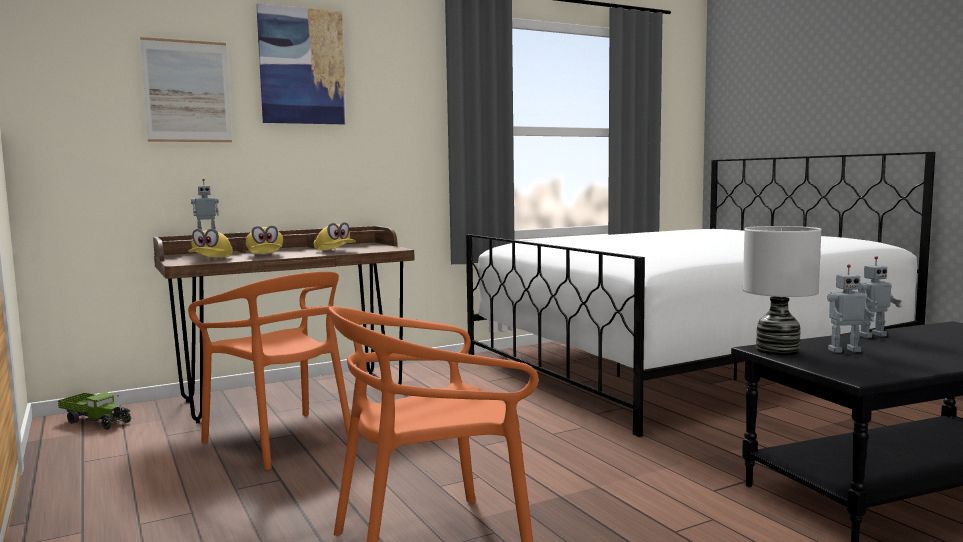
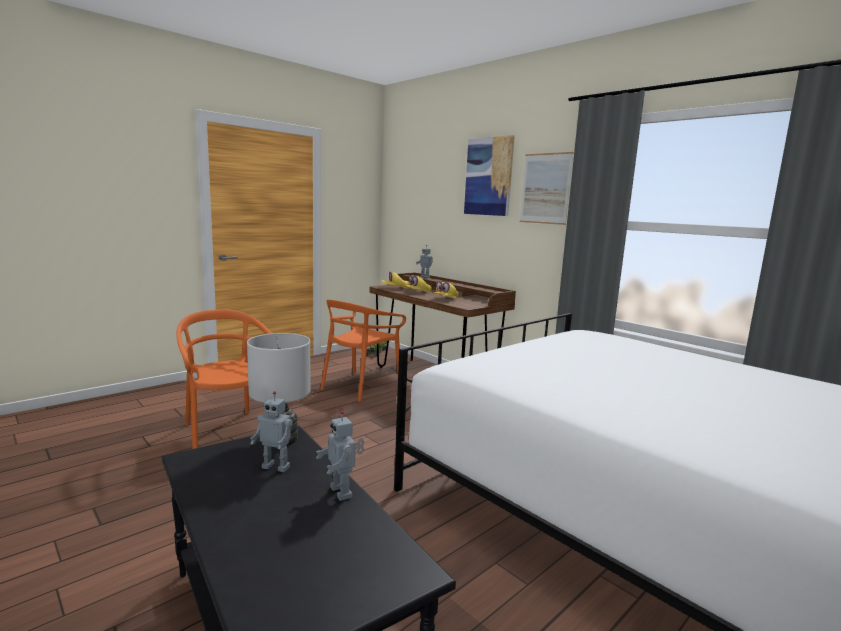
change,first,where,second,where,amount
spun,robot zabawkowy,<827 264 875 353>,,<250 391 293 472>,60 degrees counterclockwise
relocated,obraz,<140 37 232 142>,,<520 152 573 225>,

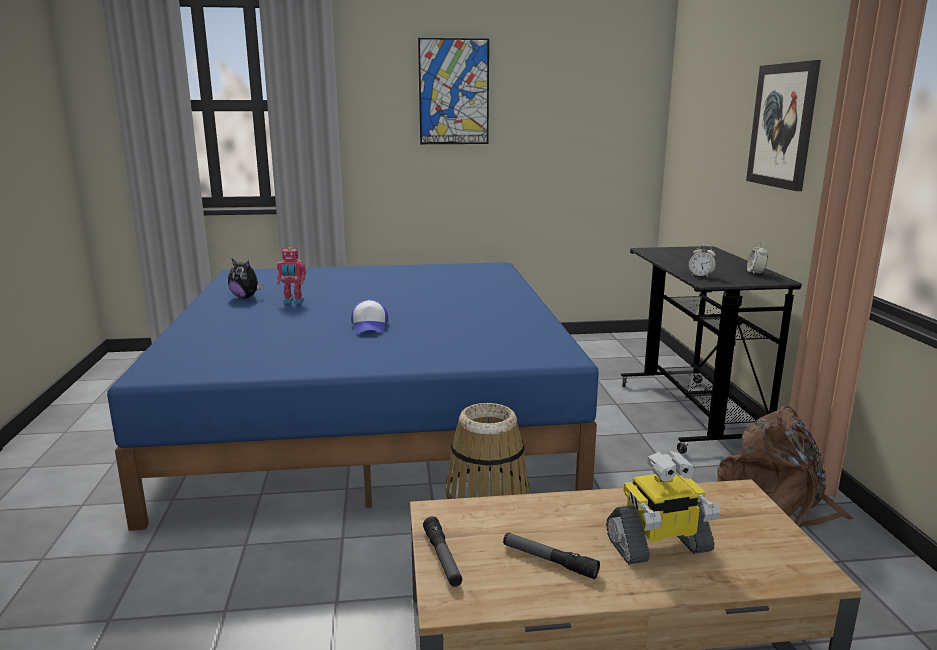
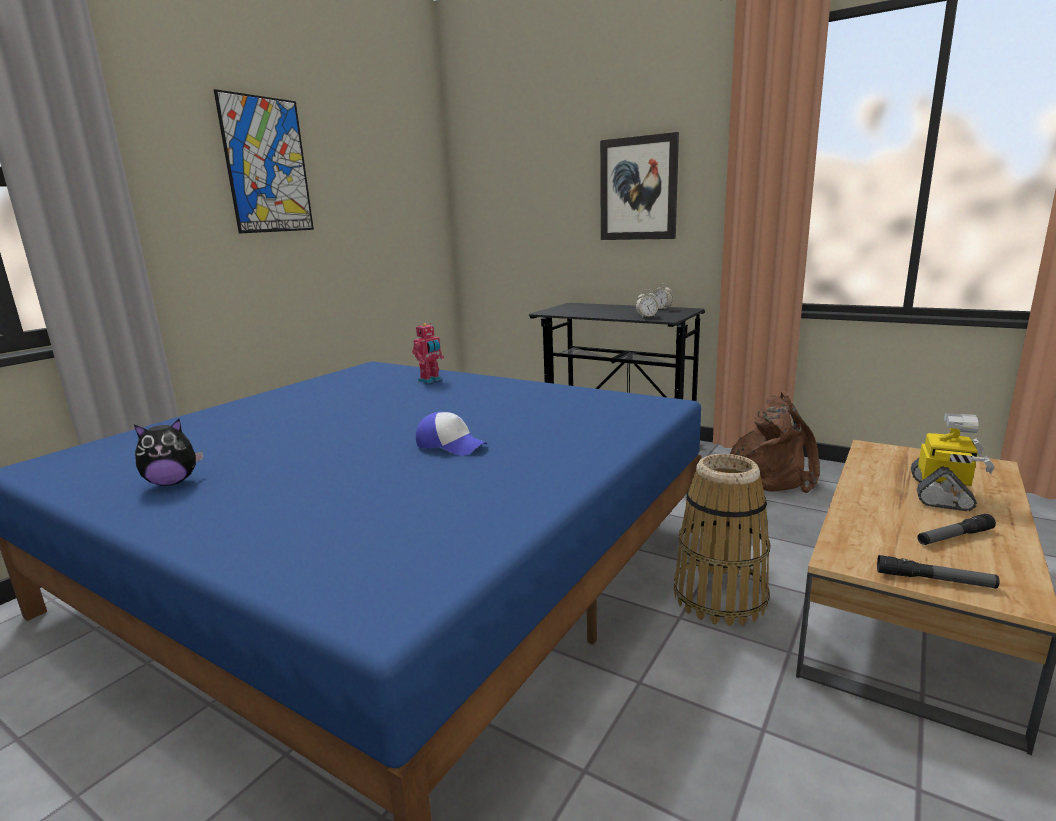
change,first,where,second,where,amount
relocated,robot zabawkowy,<277 247 306 304>,,<412 323 444 383>,

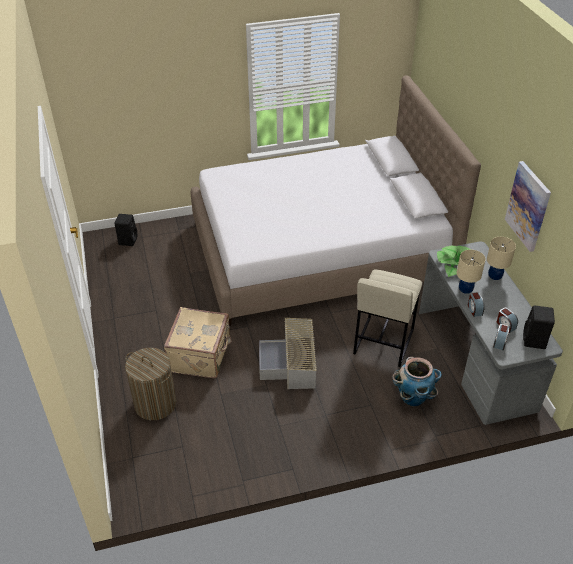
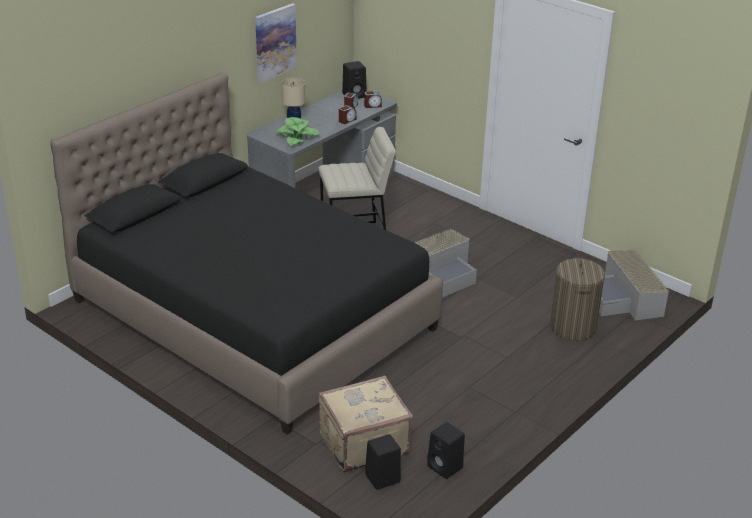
change,first,where,second,where,amount
colour,łóżko [biały],<190 75 481 326>,łóżko [czarny],<50 72 443 435>,
relocated,walizka [beżowy],<164 307 232 378>,,<318 375 413 472>,
appeared,,,głośnik [czarny],<427 422 465 479>,
appeared,,,pojemnik do przechowywania [szary],<599 250 669 321>,
missing,donica,<392 357 442 406>,,,
missing,lampa stołowa [beżowy],<457 250 486 294>,,,

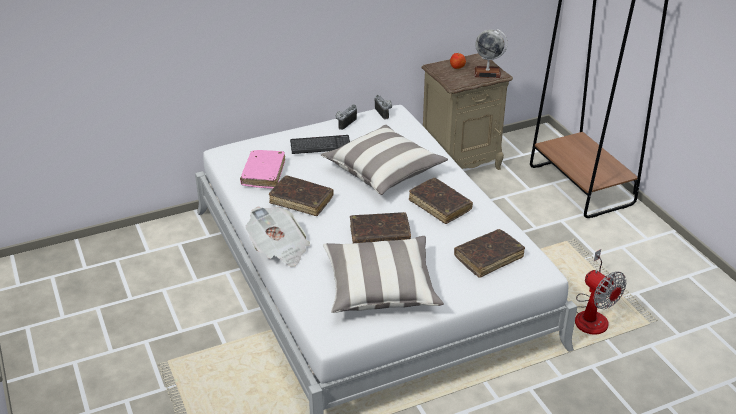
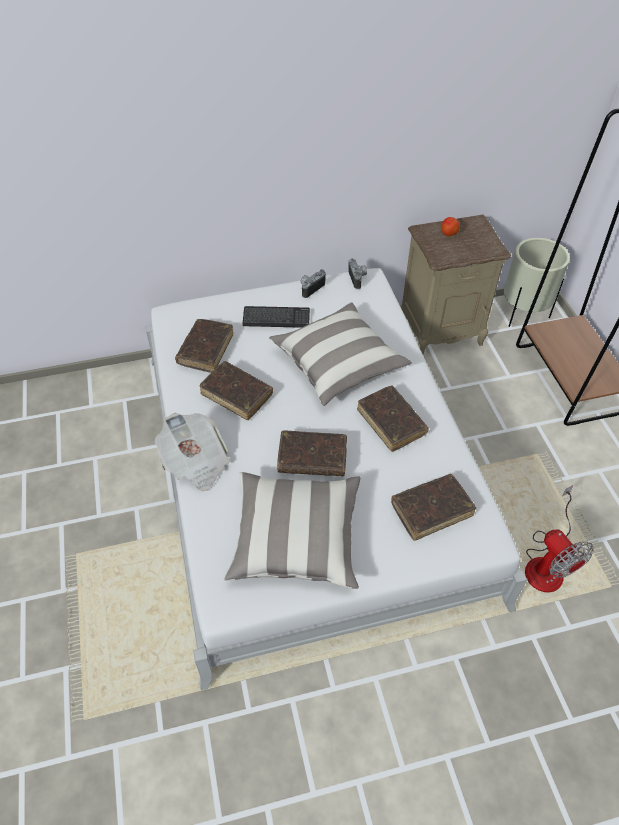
change,first,where,second,where,amount
colour,książka [różowy],<240 150 285 189>,książka [brązowy],<175 319 233 373>,
appeared,,,donica [beżowy],<504 238 570 327>,
missing,globus,<474 29 507 78>,,,

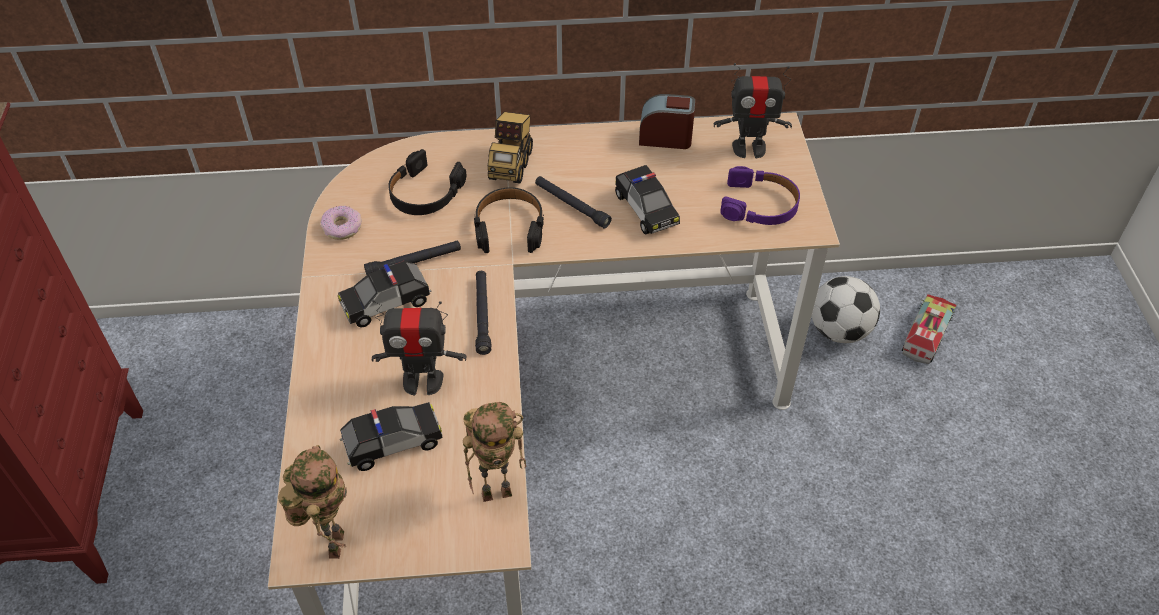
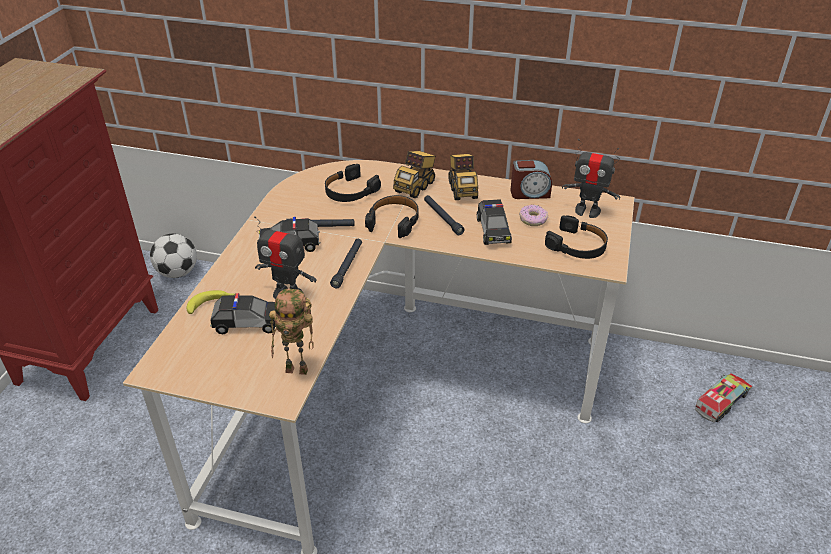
change,first,where,second,where,amount
relocated,piłka futbolowa,<812 276 880 343>,,<150 233 197 278>,
appeared,,,banan,<187 290 235 314>,
appeared,,,ciężarówka zabawkowa,<448 154 478 200>,
spun,budzik,<639 94 696 149>,,<510 160 552 199>,150 degrees clockwise
relocated,donut,<320 206 362 240>,,<519 205 548 226>,
colour,słuchawki [fioletowy],<720 166 800 225>,słuchawki [czarny],<545 215 608 259>,
missing,robot zabawkowy,<278 445 347 559>,,,

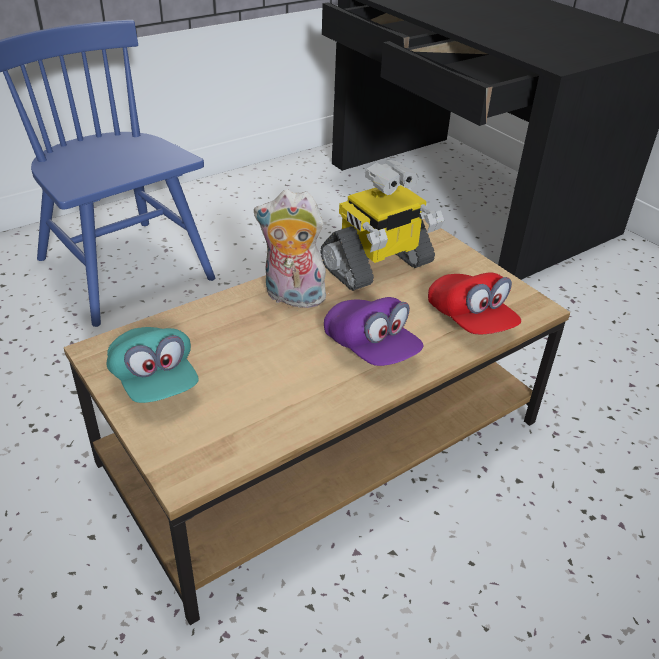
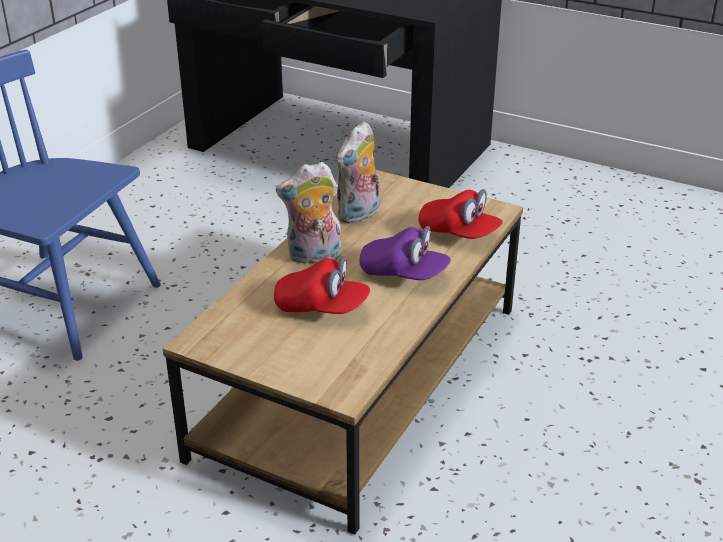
change,first,where,second,where,amount
appeared,,,czapka z daszkiem [czerwony],<274 256 370 314>,
exchanged,robot zabawkowy,<320 159 444 291>,pluszak,<336 121 380 224>,
missing,czapka z daszkiem [turkusowy],<106 327 199 403>,,,

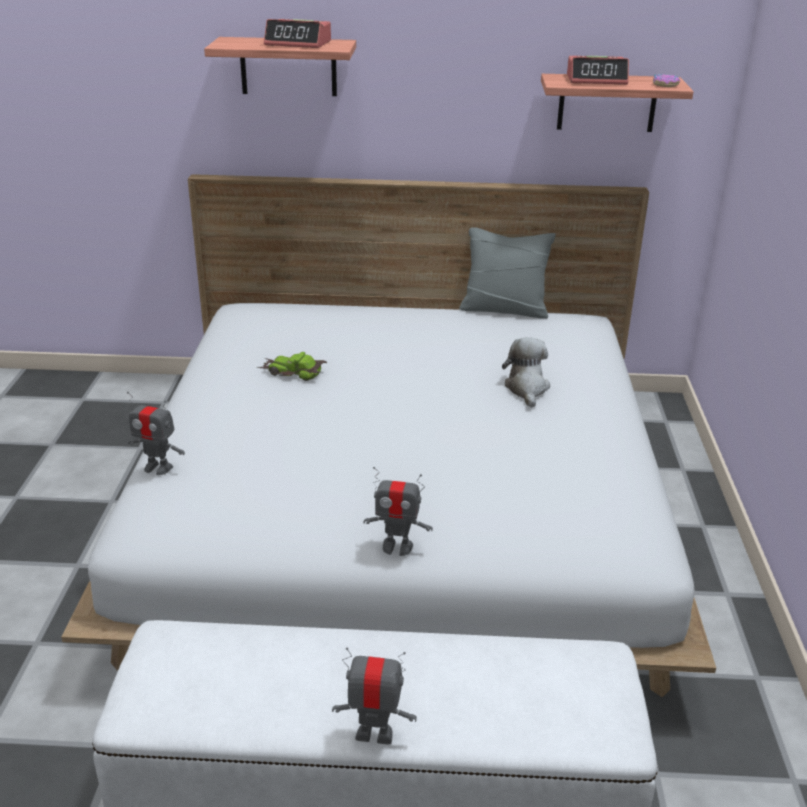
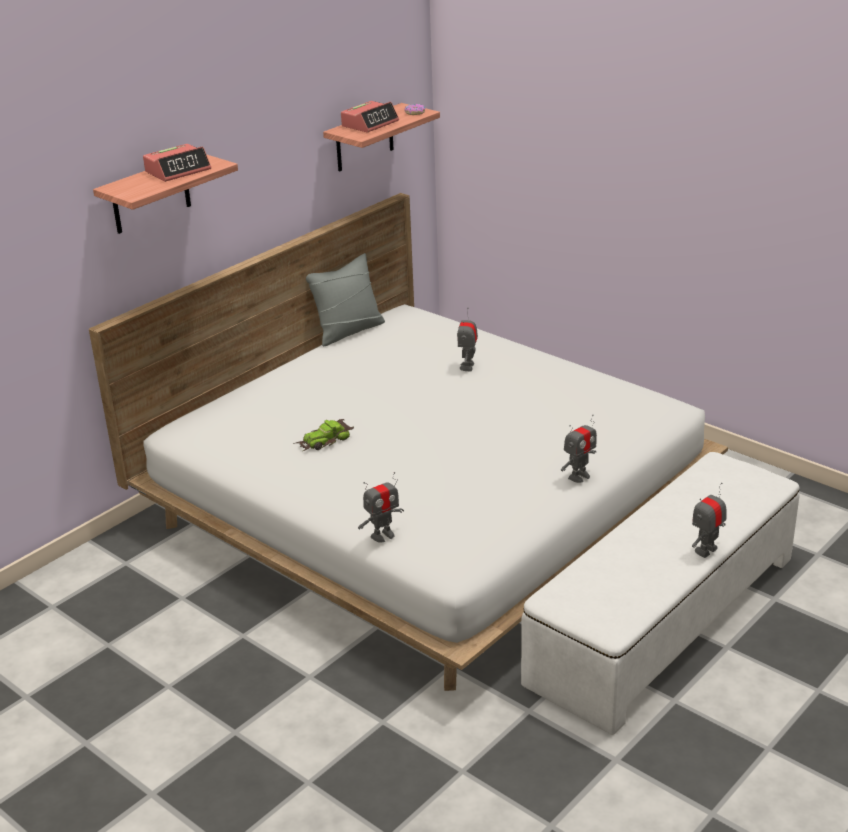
change,first,where,second,where,amount
exchanged,pluszak,<502 337 550 408>,robot zabawkowy,<457 308 478 372>,

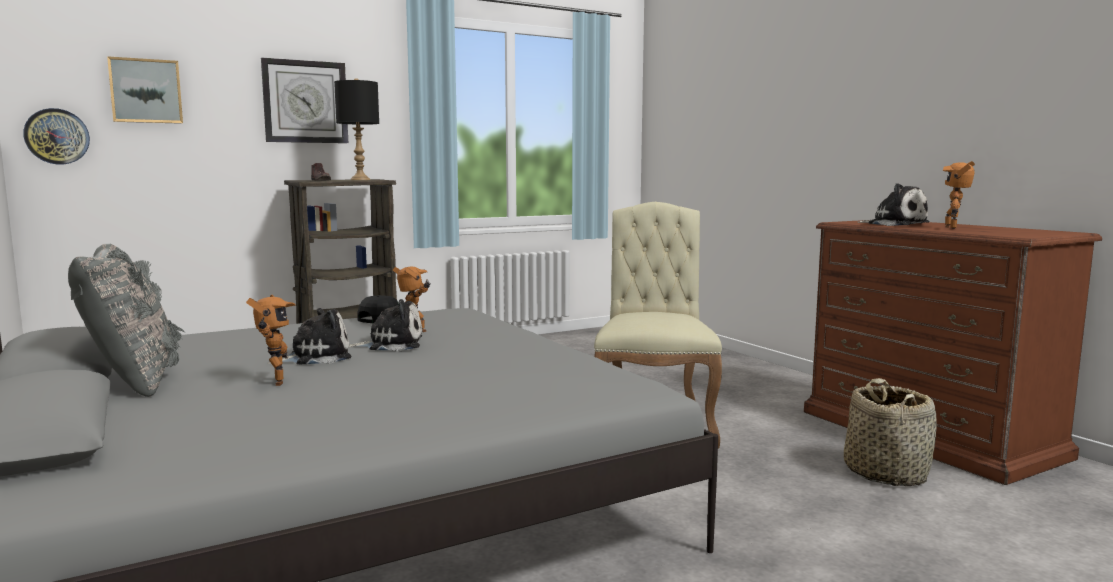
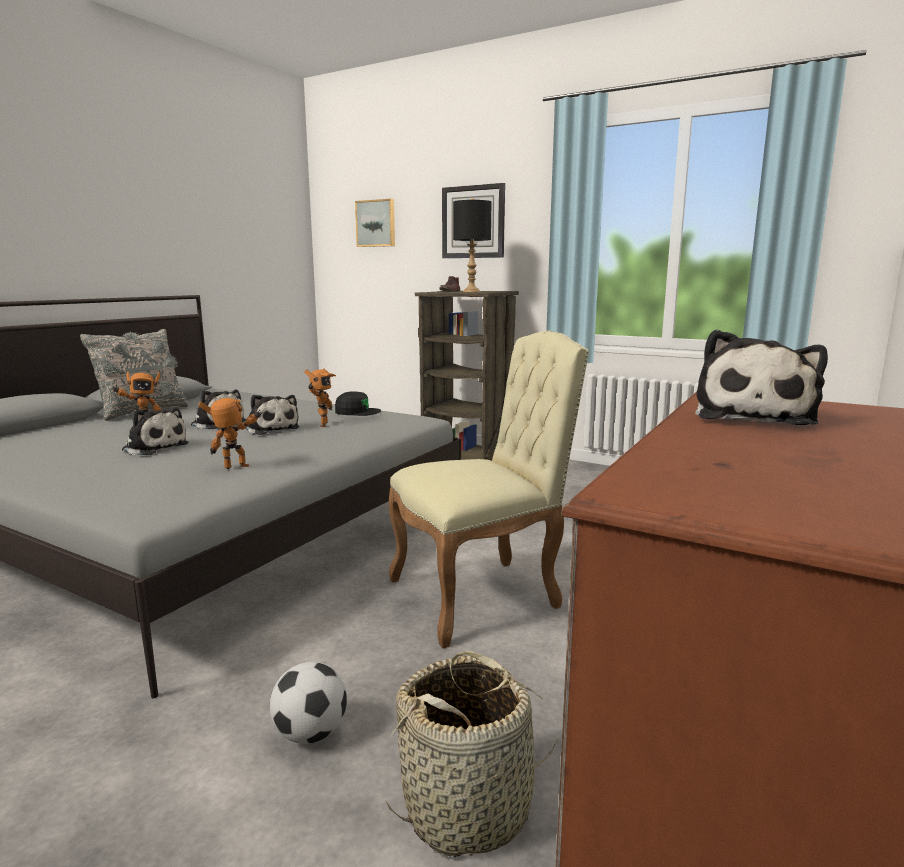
change,first,where,second,where,amount
appeared,,,pluszak,<122 407 189 455>,
relocated,robot zabawkowy,<943 161 975 229>,,<198 398 263 469>,
appeared,,,piłka futbolowa,<270 662 347 744>,
missing,zegar ścienny,<23 108 90 164>,,,

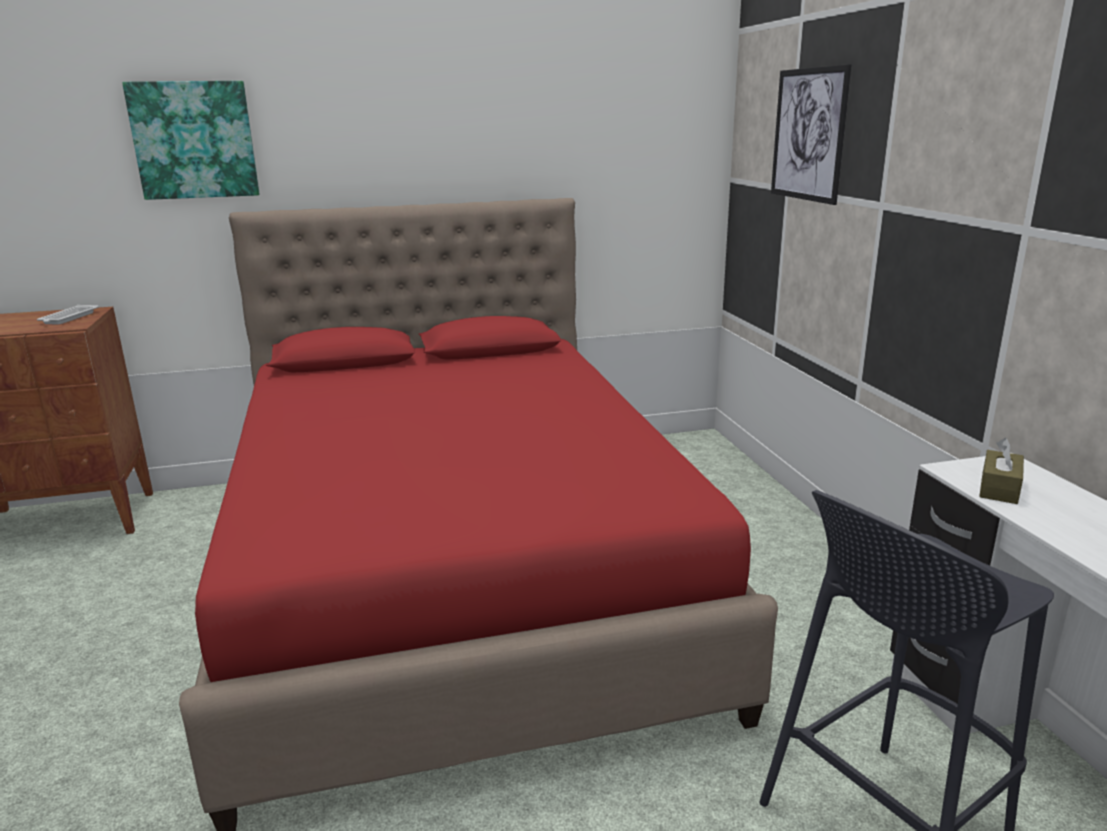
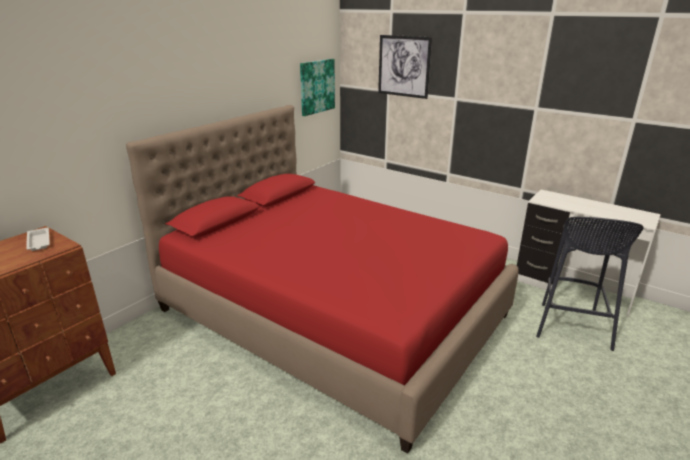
change,first,where,second,where,amount
relocated,obraz,<122 81 260 200>,,<300 59 335 116>,
missing,pudełko chusteczek [brązowy],<979 438 1024 504>,,,

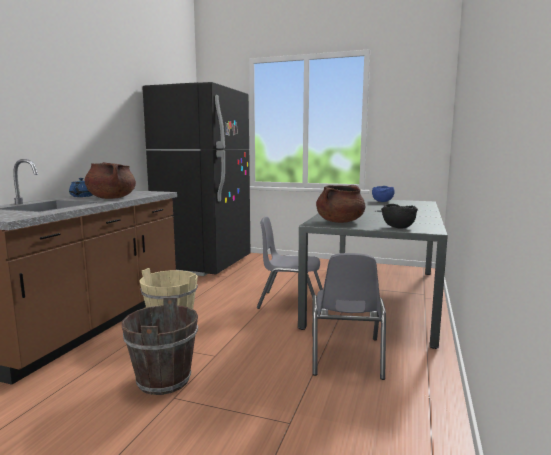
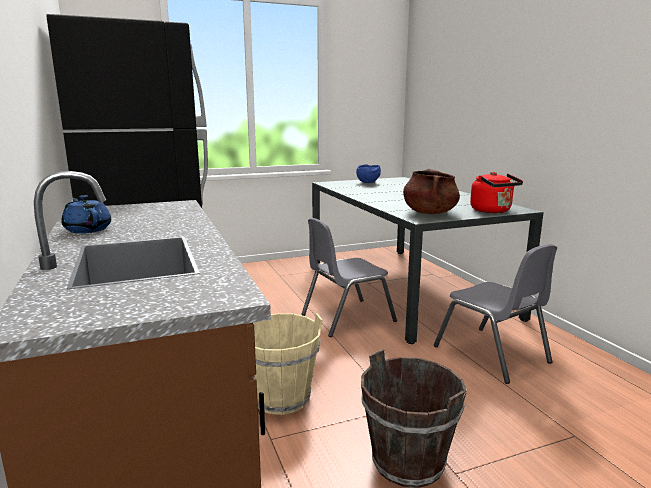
change,first,where,second,where,amount
exchanged,miska [czarny],<381 204 418 229>,czajnik [czerwony],<470 172 523 213>,
missing,garnek [brązowy],<85 162 136 199>,,,

